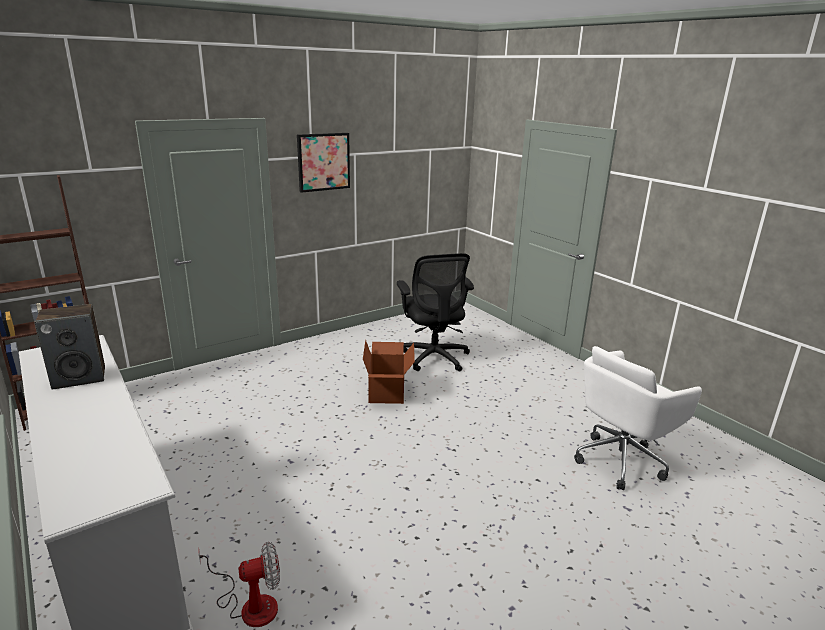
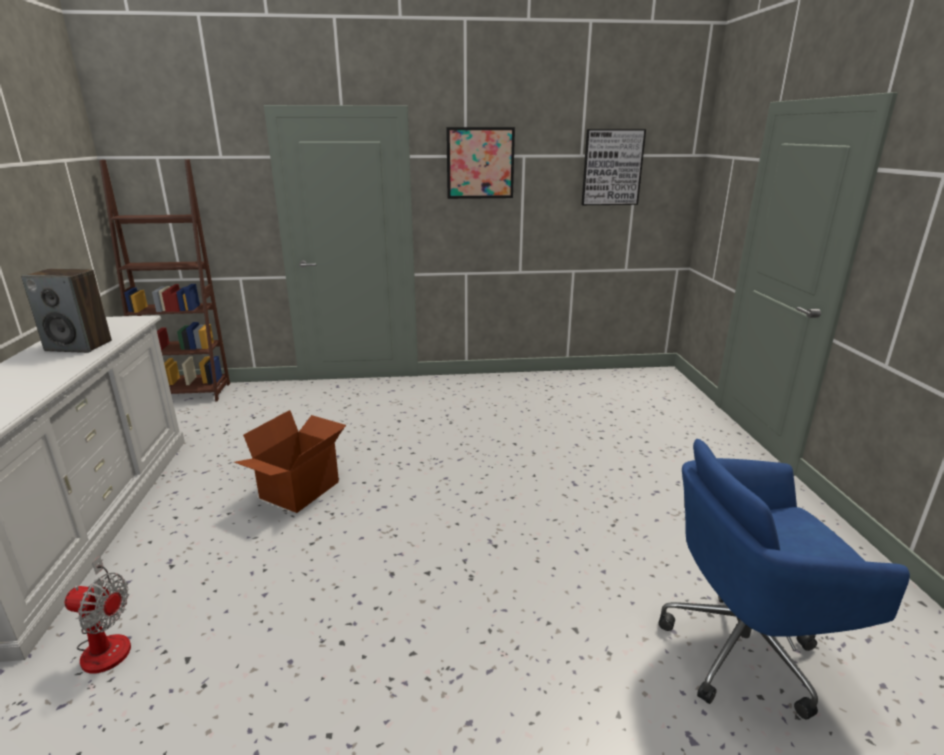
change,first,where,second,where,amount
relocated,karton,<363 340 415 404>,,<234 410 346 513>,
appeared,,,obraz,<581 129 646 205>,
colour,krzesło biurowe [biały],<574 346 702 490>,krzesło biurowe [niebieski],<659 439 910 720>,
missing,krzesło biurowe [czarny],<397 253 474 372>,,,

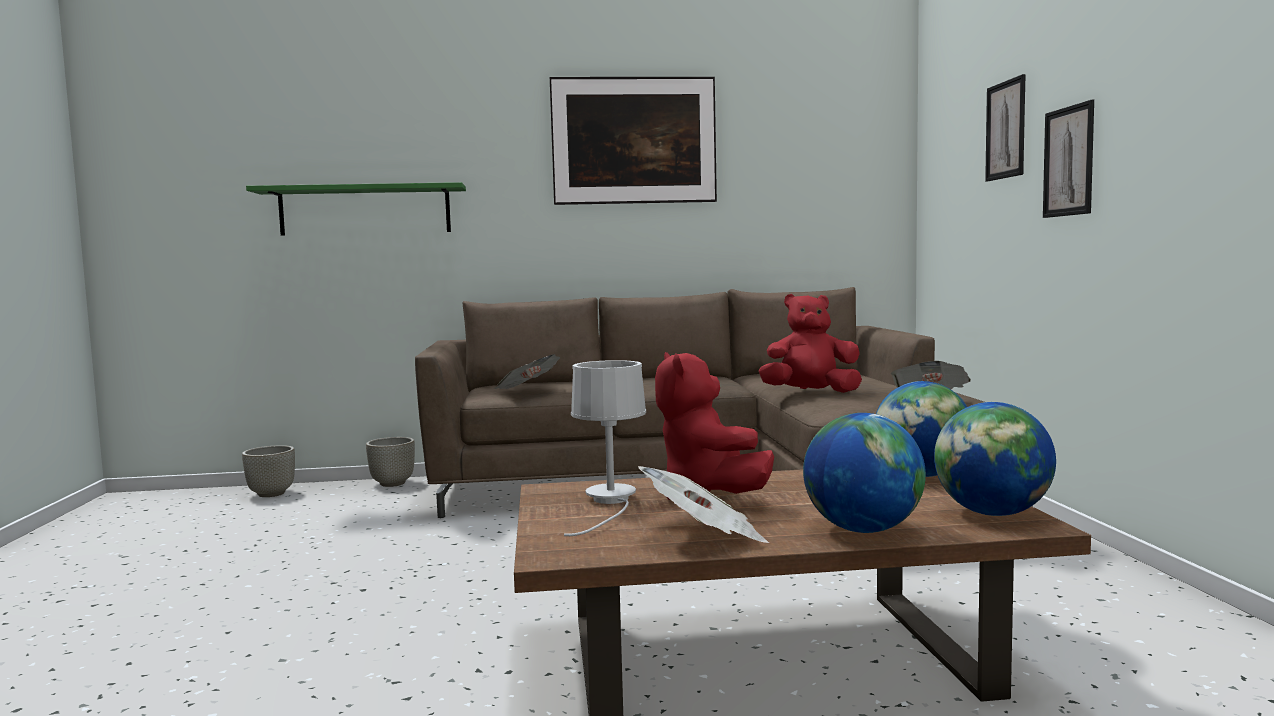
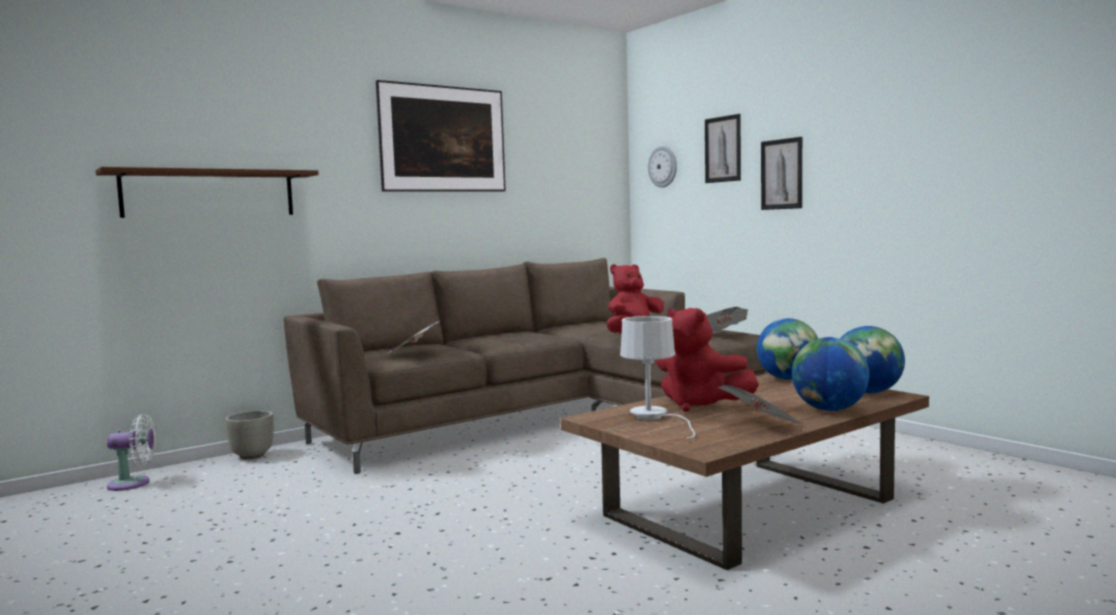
change,first,where,second,where,amount
colour,półka [zielony],<246 182 466 236>,półka [brązowy],<96 167 319 218>,
exchanged,donica [szary],<242 445 295 497>,wentylator [biały],<107 414 156 491>,
appeared,,,zegar ścienny,<648 146 677 188>,

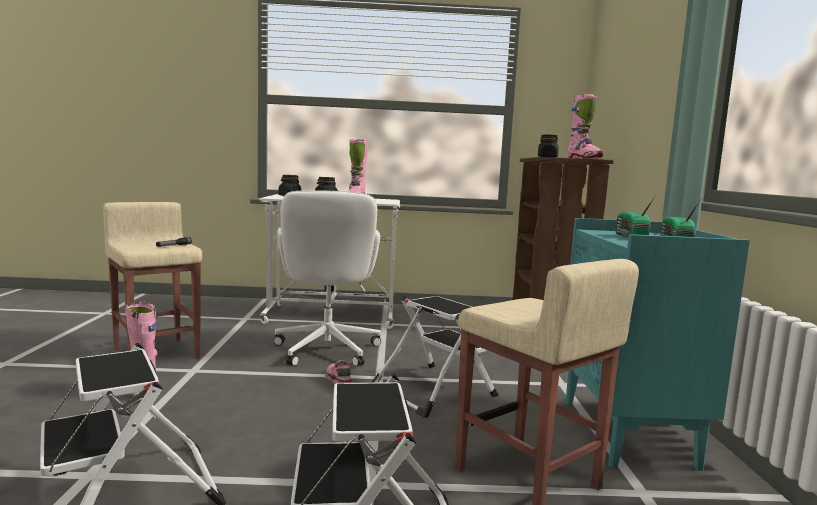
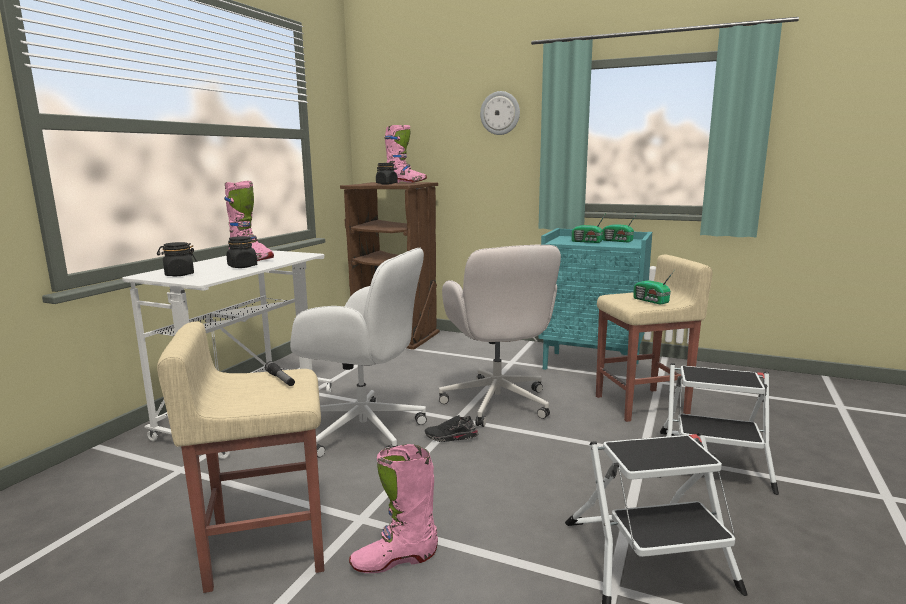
change,first,where,second,where,amount
colour,but [różowy],<325 360 351 384>,but [czarny],<425 415 478 442>,
exchanged,drabinka,<371 296 499 418>,krzesło biurowe [biały],<439 245 561 427>,
appeared,,,zegar ścienny,<480 91 520 135>,
appeared,,,radio,<633 271 674 305>,

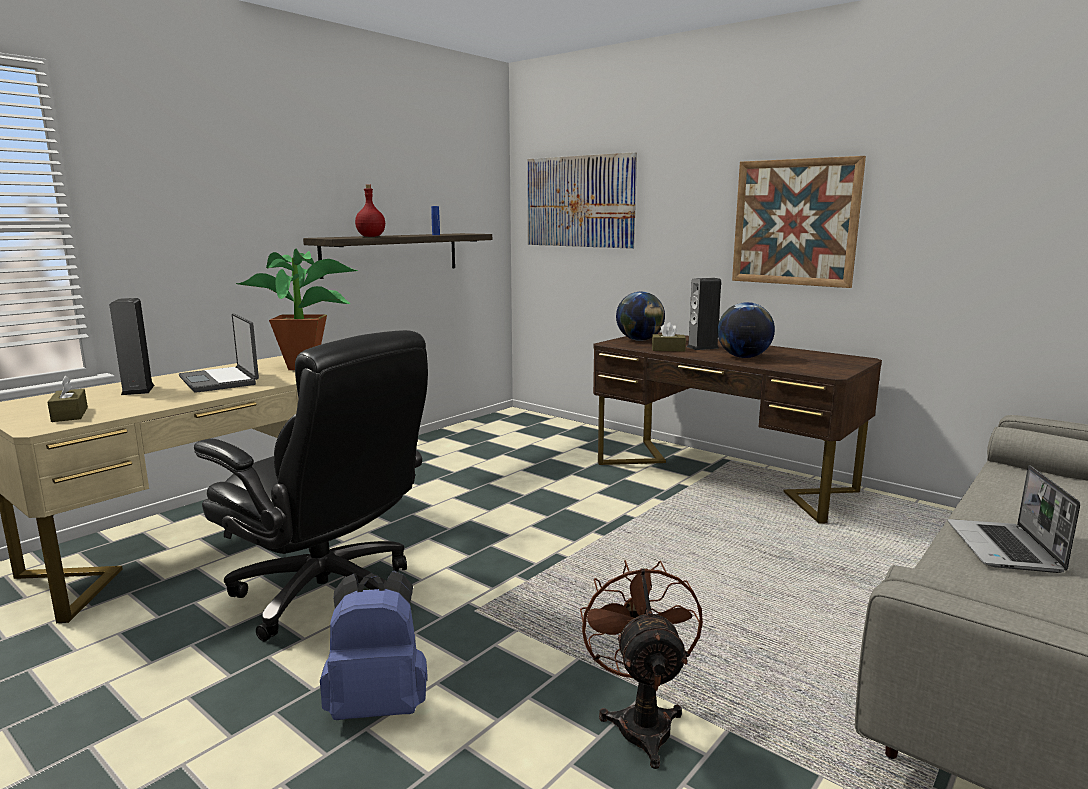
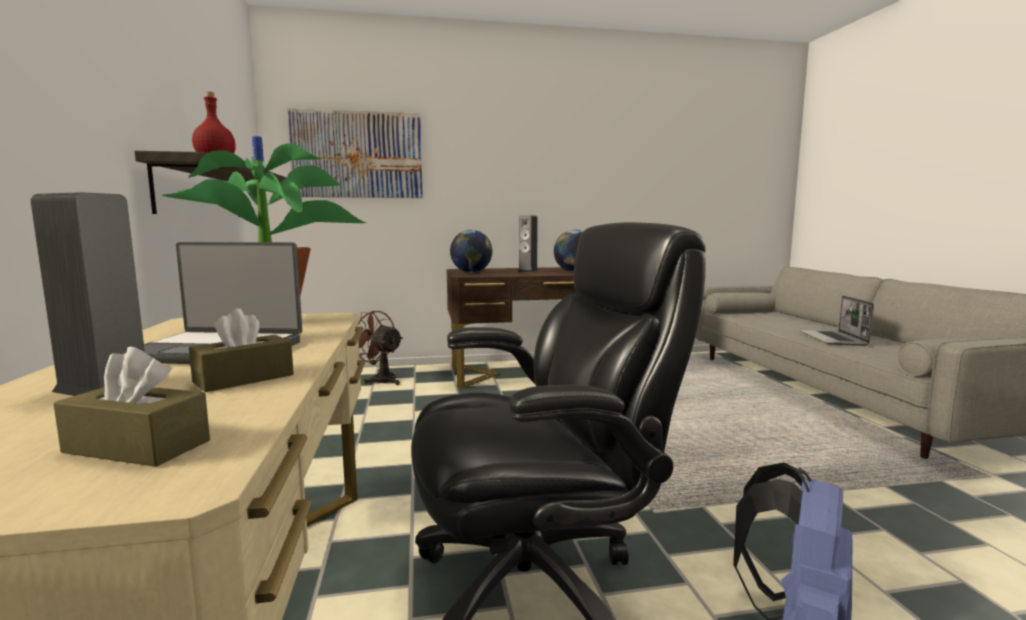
change,first,where,second,where,amount
relocated,pudełko chusteczek [brązowy],<652 322 686 352>,,<189 309 294 392>,
relocated,wentylator [brązowy],<580 560 703 769>,,<358 311 403 385>,
spun,laptop,<947 465 1080 573>,,<800 295 874 346>,45 degrees clockwise
missing,obraz,<732 156 866 288>,,,

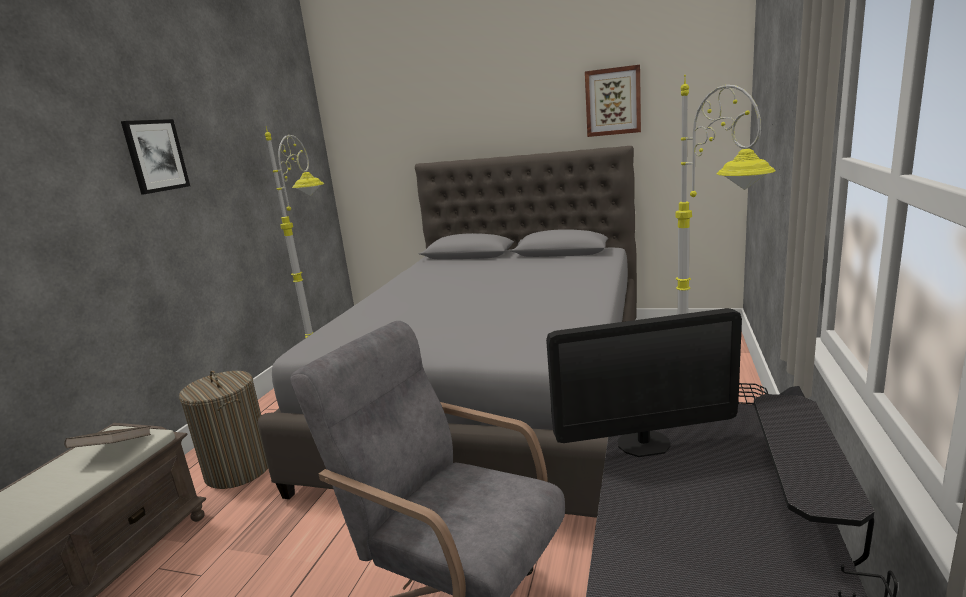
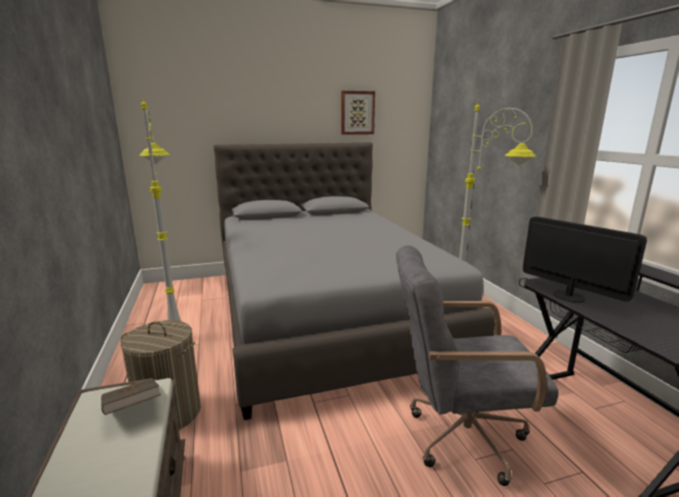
change,first,where,second,where,amount
spun,monitor,<546 308 742 457>,,<523 216 647 303>,90 degrees counterclockwise
missing,obraz,<121 119 190 195>,,,

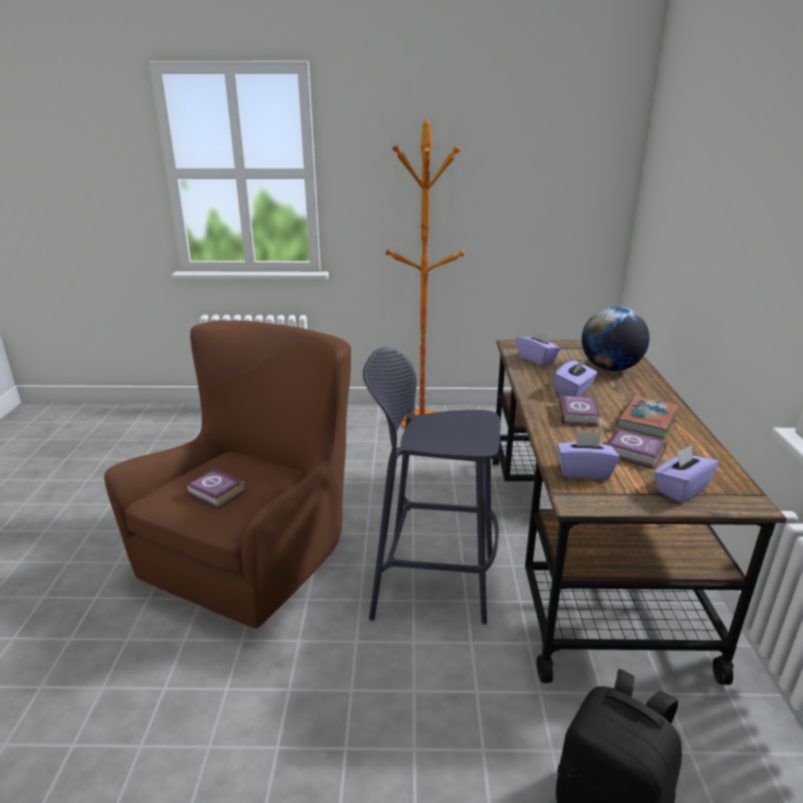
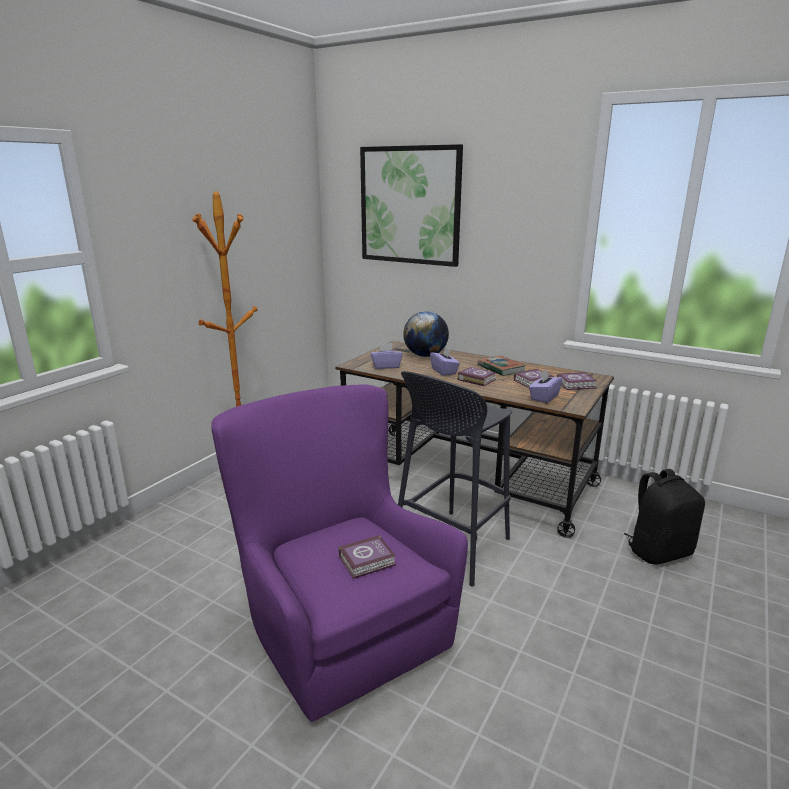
change,first,where,second,where,amount
colour,fotel [brązowy],<104 321 351 628>,fotel [fioletowy],<212 384 468 722>,
appeared,,,obraz,<360 144 463 267>,
exchanged,pudełko chusteczek [fioletowy],<654 445 718 503>,książka,<557 372 597 390>,

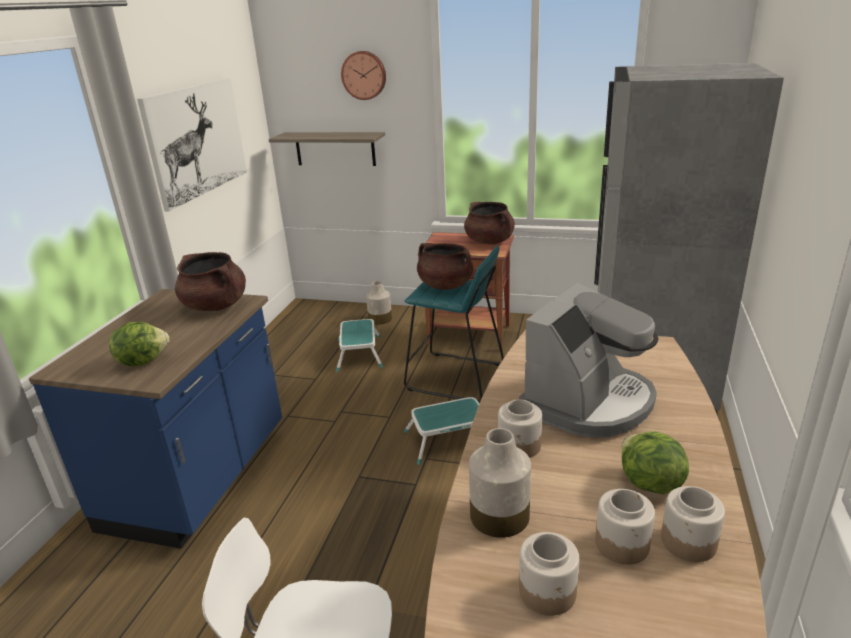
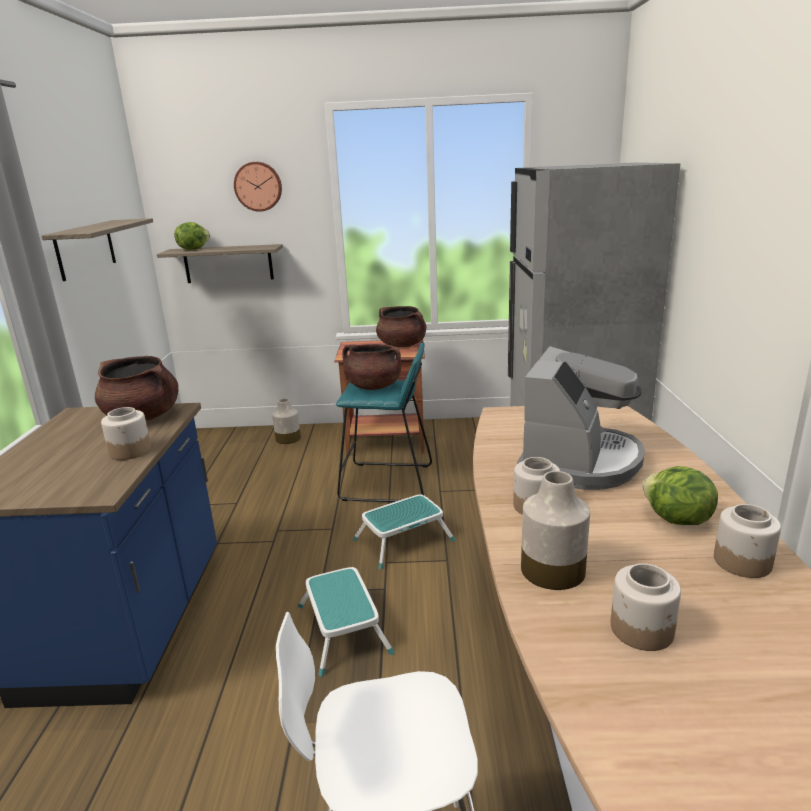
change,first,where,second,where,amount
exchanged,obraz,<137 78 247 211>,półka,<42 218 153 281>,
relocated,słoik,<595 489 655 565>,,<101 407 151 460>,
relocated,sałata,<109 322 169 366>,,<174 222 210 250>,
relocated,drabinka [turkusowy],<336 319 383 372>,,<298 567 395 677>,

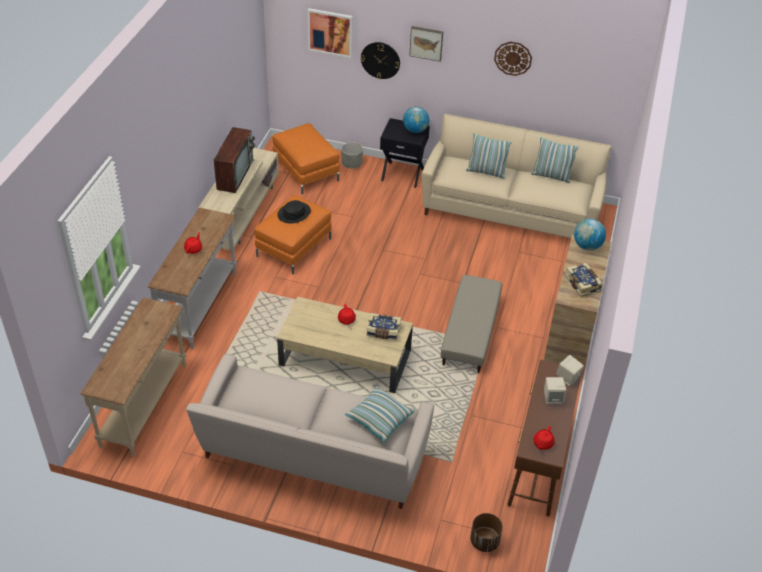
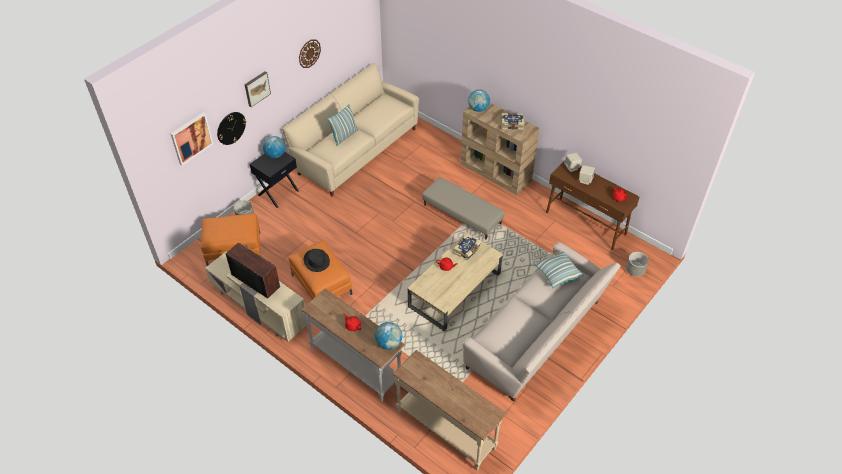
change,first,where,second,where,amount
appeared,,,globus,<375 322 402 350>,
colour,donica [brązowy],<470 513 503 552>,donica [szary],<626 252 649 276>,
missing,poduszka,<531 137 578 183>,,,

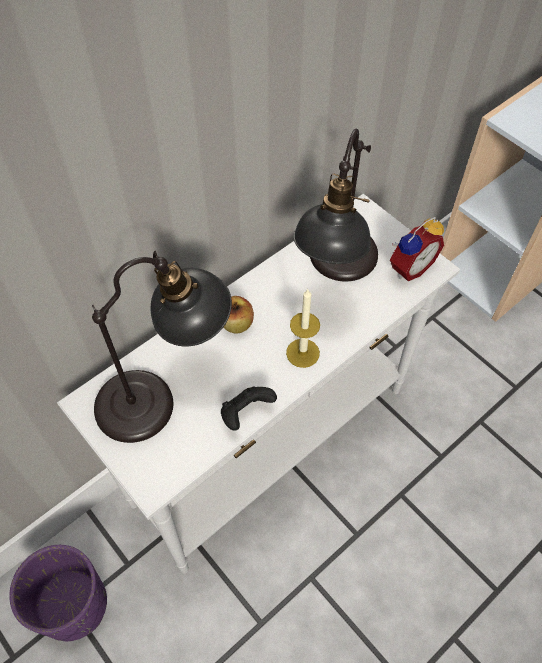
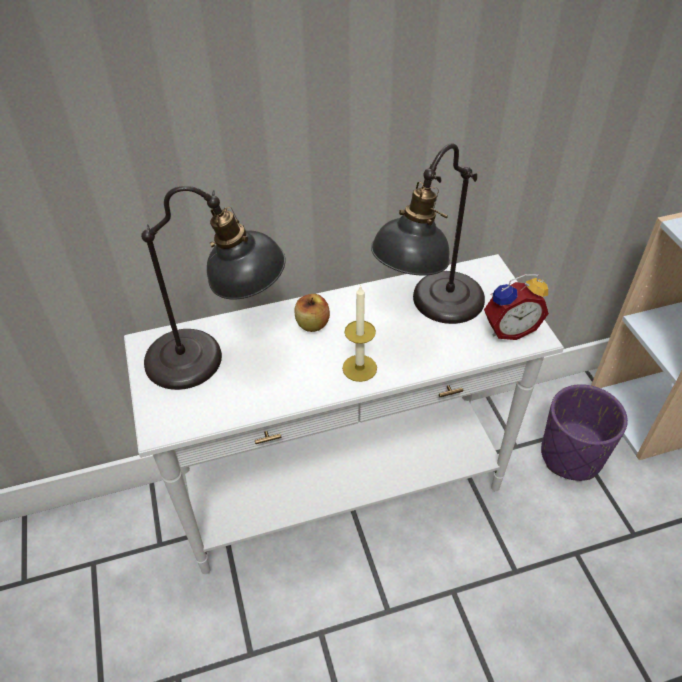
change,first,where,second,where,amount
relocated,donica [fioletowy],<9 545 107 641>,,<541 384 628 481>,
missing,pad do gier [czarny],<221 387 277 431>,,,

